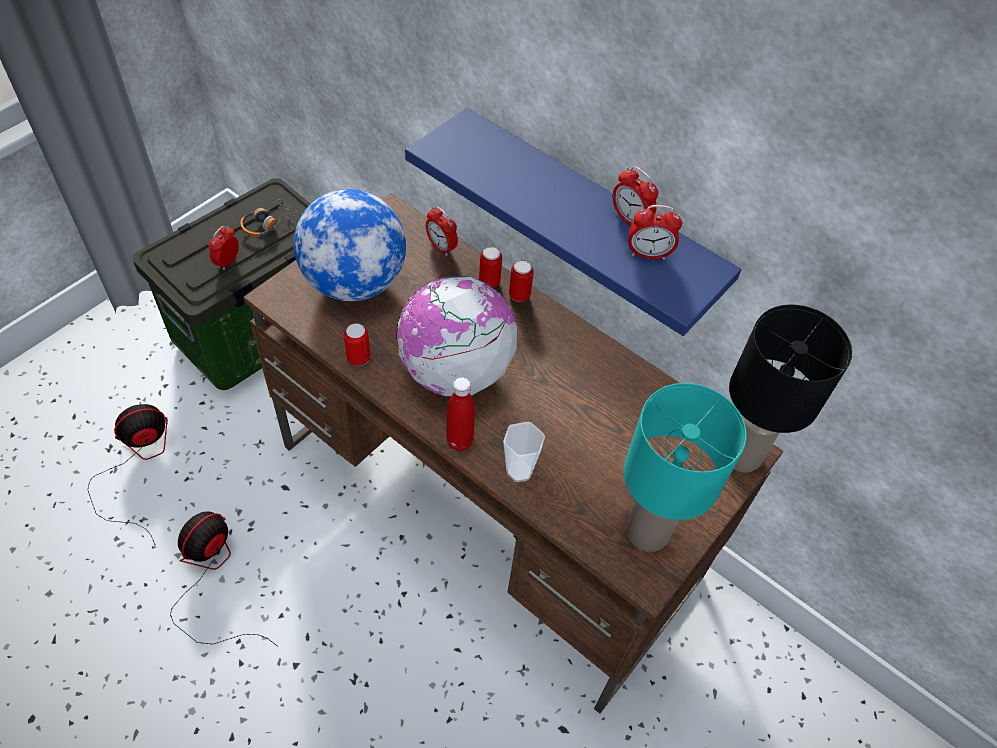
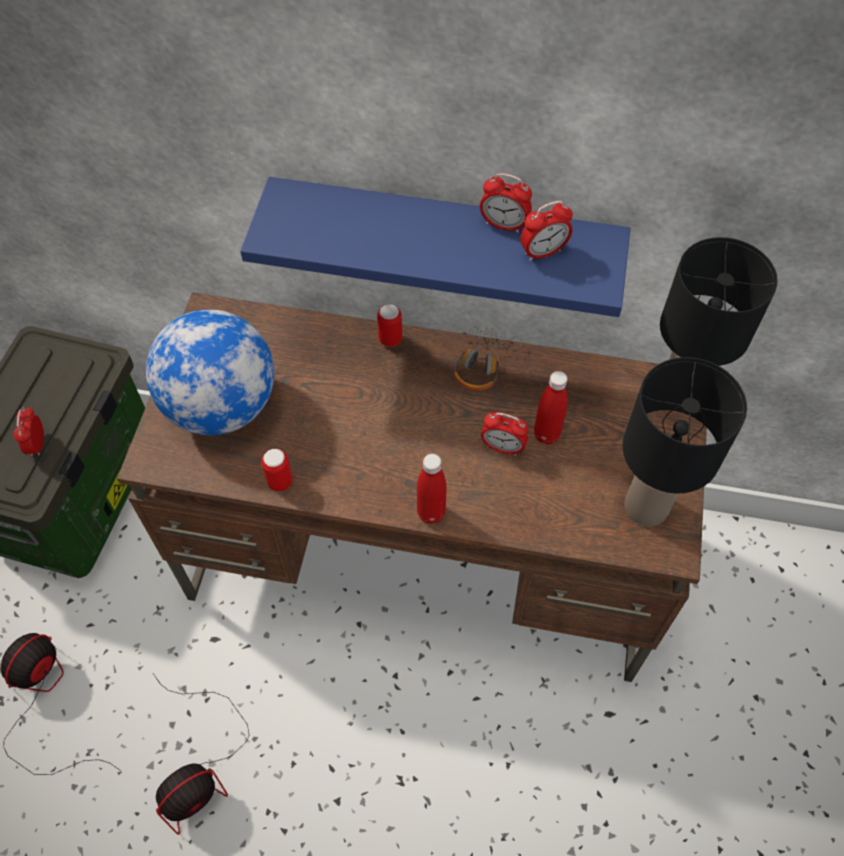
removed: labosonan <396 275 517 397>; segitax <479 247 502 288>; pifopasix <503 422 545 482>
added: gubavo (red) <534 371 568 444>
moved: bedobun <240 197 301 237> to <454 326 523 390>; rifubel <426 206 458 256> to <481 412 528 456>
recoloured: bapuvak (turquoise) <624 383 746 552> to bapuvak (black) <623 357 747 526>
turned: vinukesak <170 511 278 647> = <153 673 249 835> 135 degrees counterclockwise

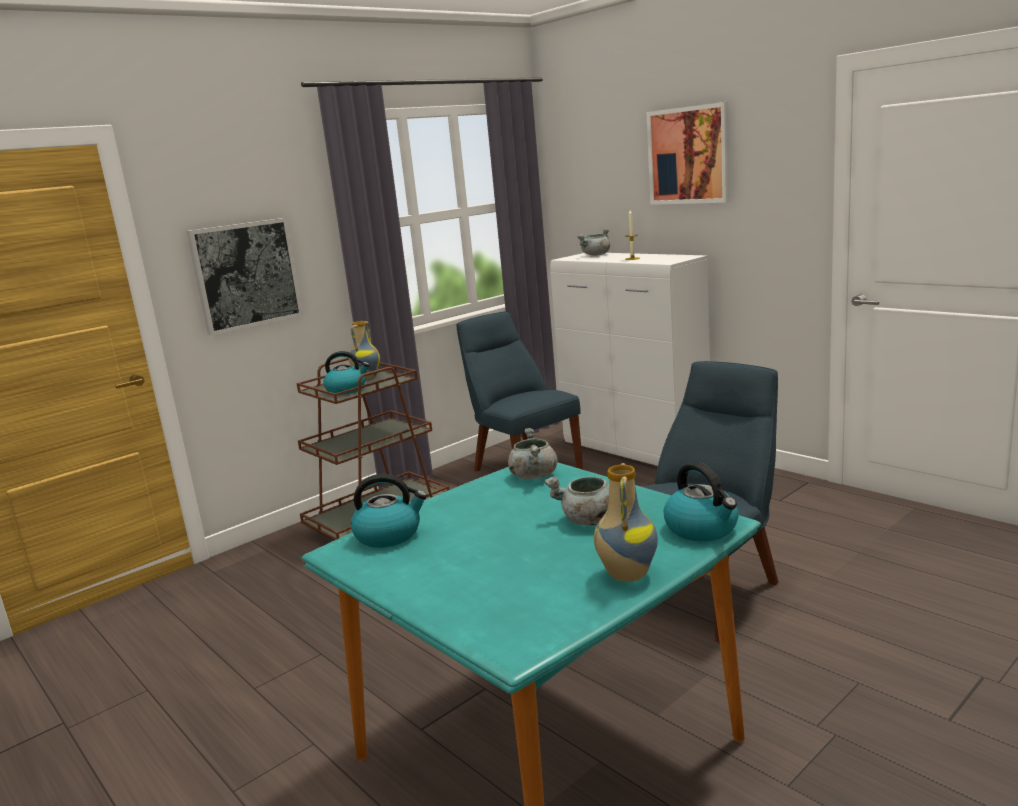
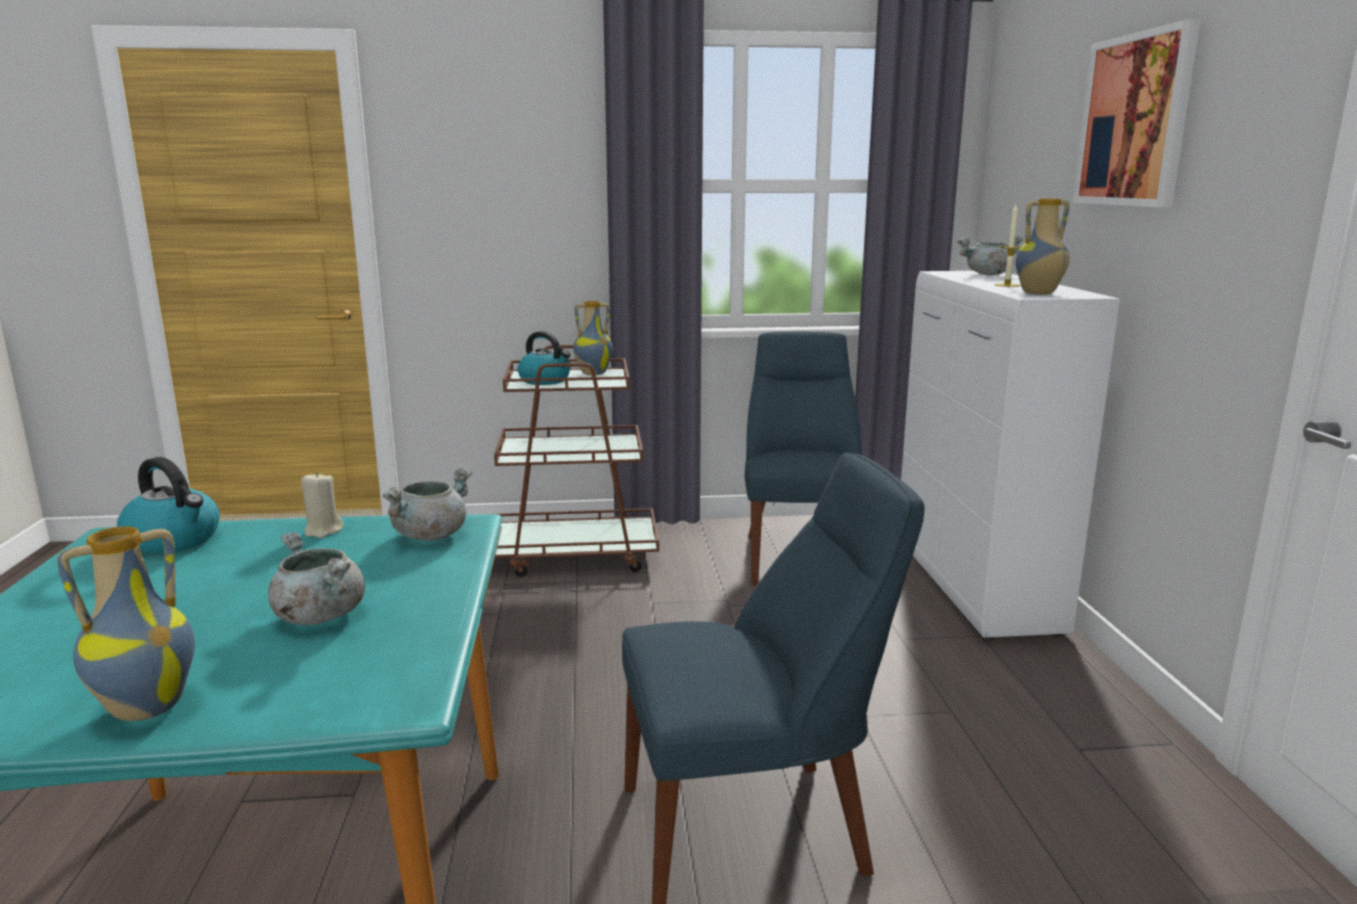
removed: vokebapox <187 218 303 335>; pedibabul <664 462 739 541>
added: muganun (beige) <301 472 344 538>; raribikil <1015 198 1070 295>

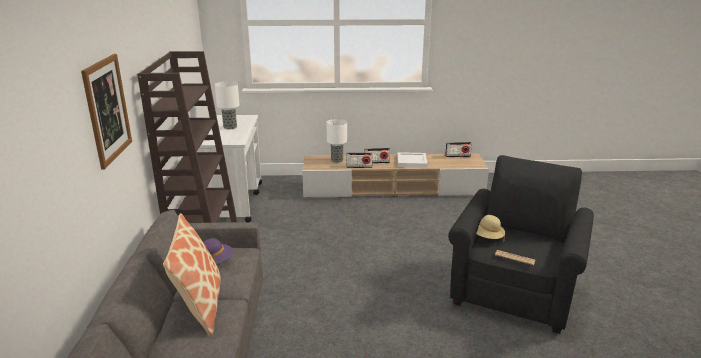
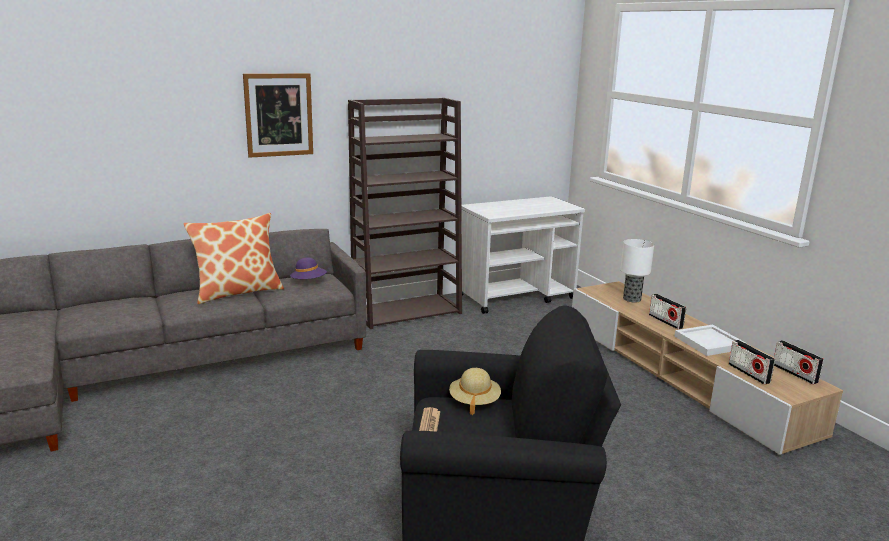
removed: bapuvak <215 81 240 129>
moved: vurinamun <346 152 373 168> to <729 340 775 384>

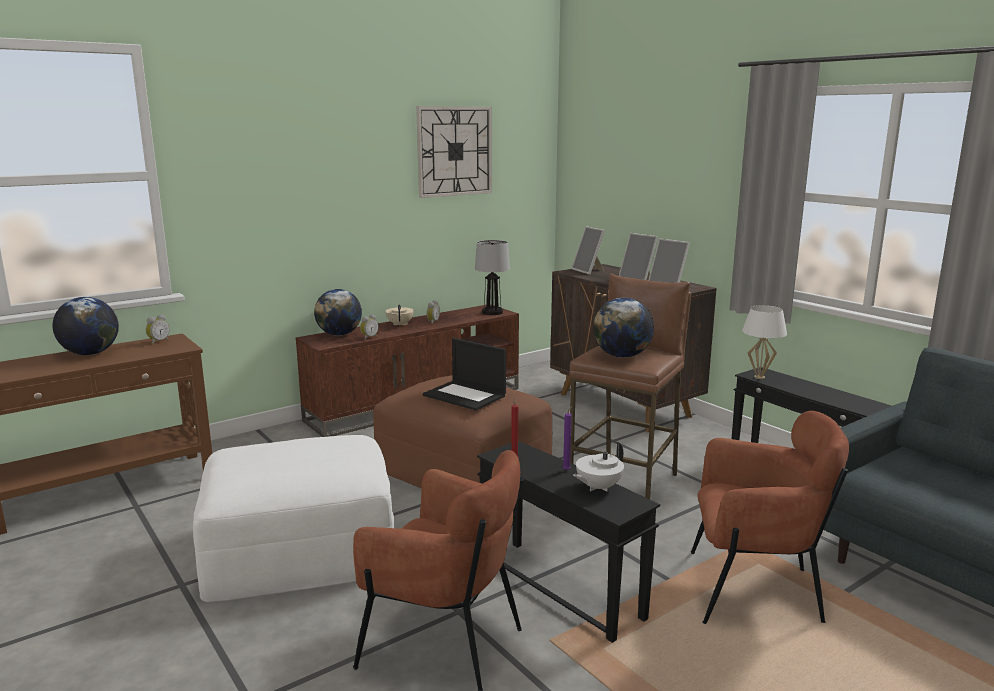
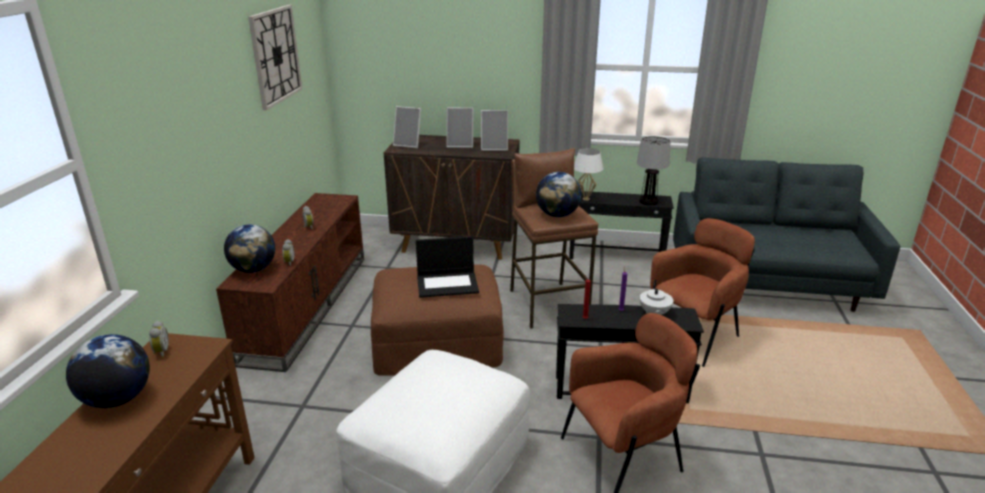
removed: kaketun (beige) <386 304 414 325>
moved: bapuvak <475 240 510 315> to <637 136 670 206>

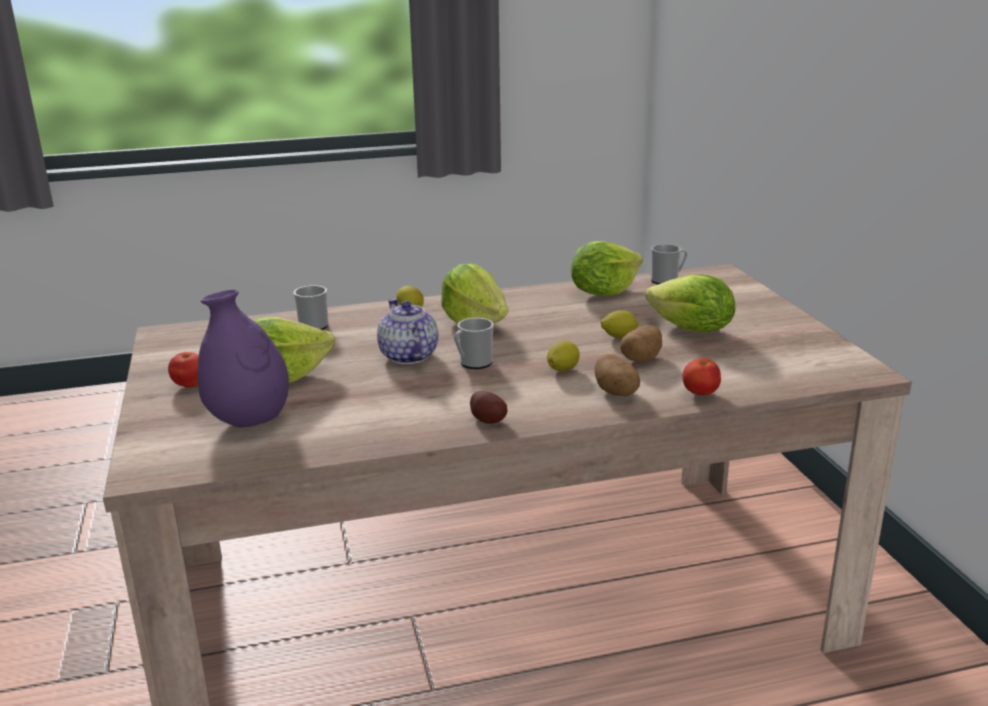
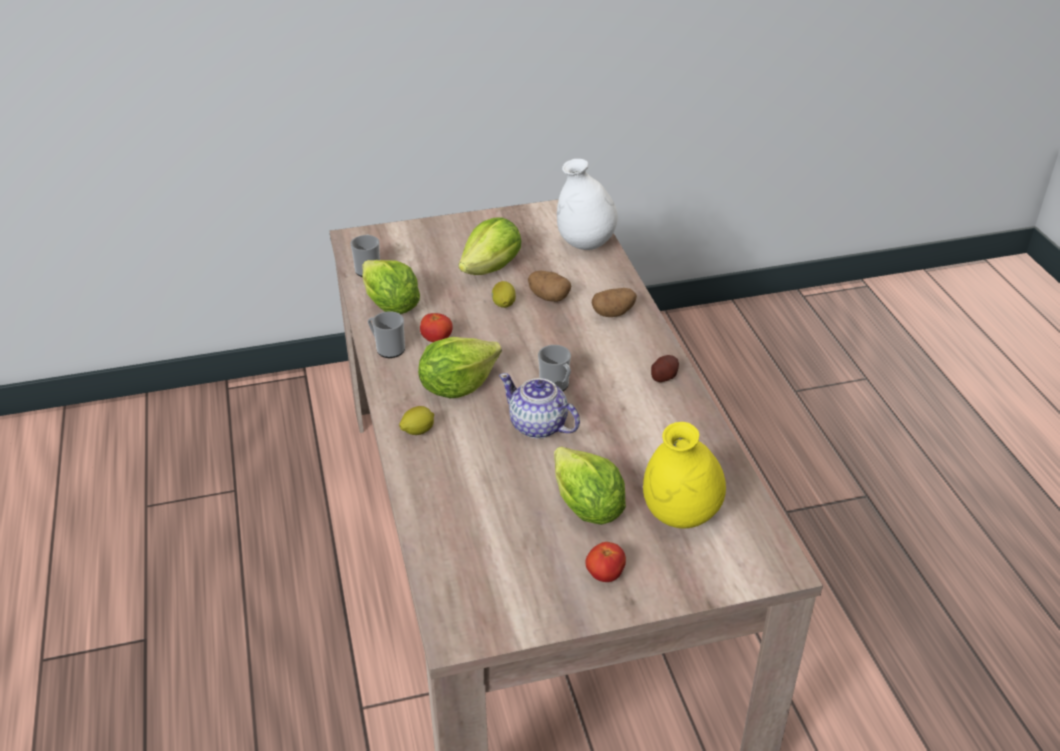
removed: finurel <547 341 580 371>
added: raribikil (white) <557 159 618 250>
moved: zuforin <294 285 329 330> to <368 311 405 358>; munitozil <682 358 721 395> to <420 313 453 342>
recoloured: raribikil (purple) <197 289 289 428> to raribikil (yellow) <643 422 726 528>
turned: kaketun <377 299 438 364> = <499 373 580 439> 60 degrees clockwise

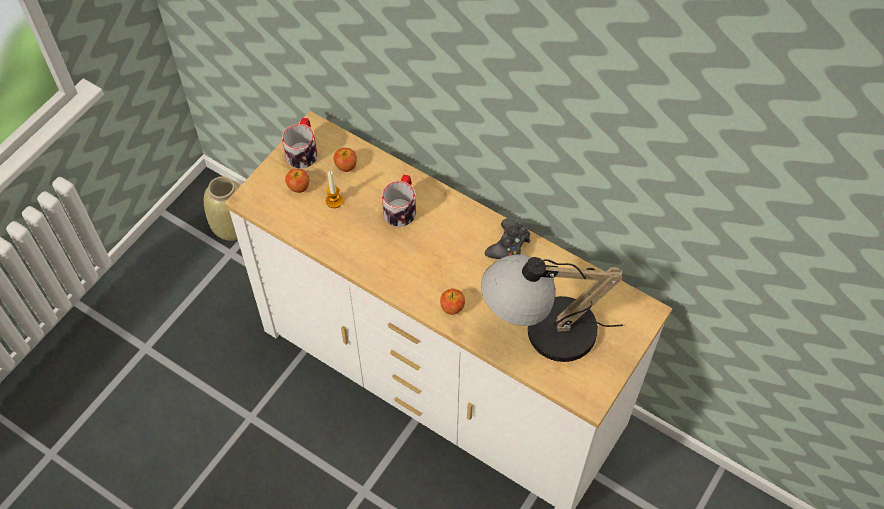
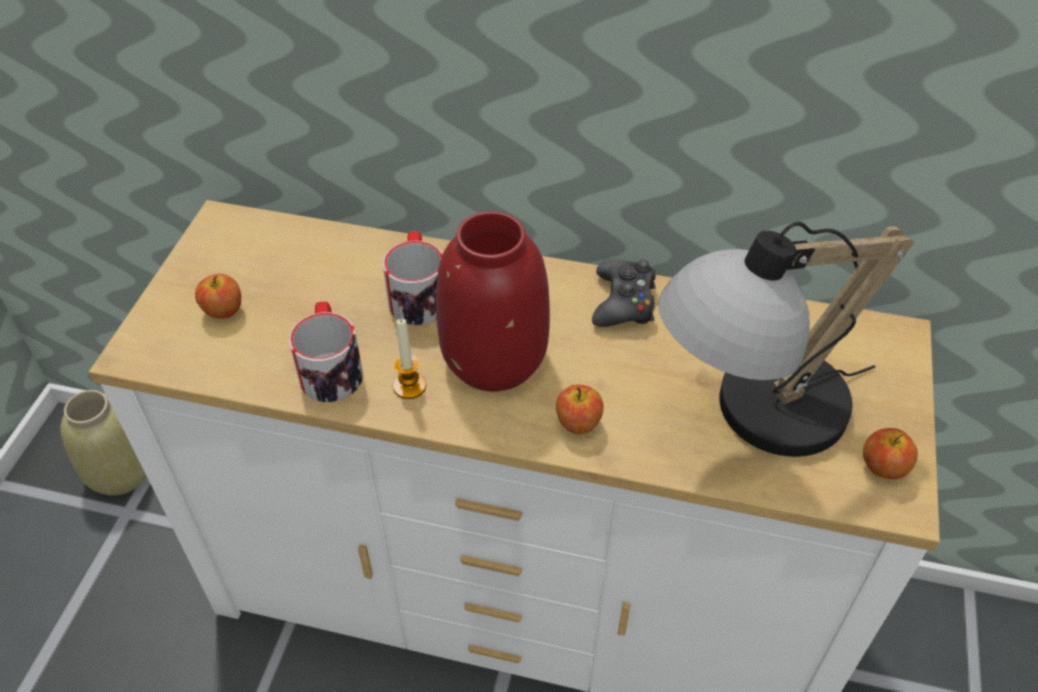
added: raribikil (red) <436 211 550 391>
moved: zuforin <282 118 318 169> to <289 301 363 402>; muganun <326 171 343 208> to <393 318 426 399>; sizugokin <333 148 357 172> to <863 428 918 479>

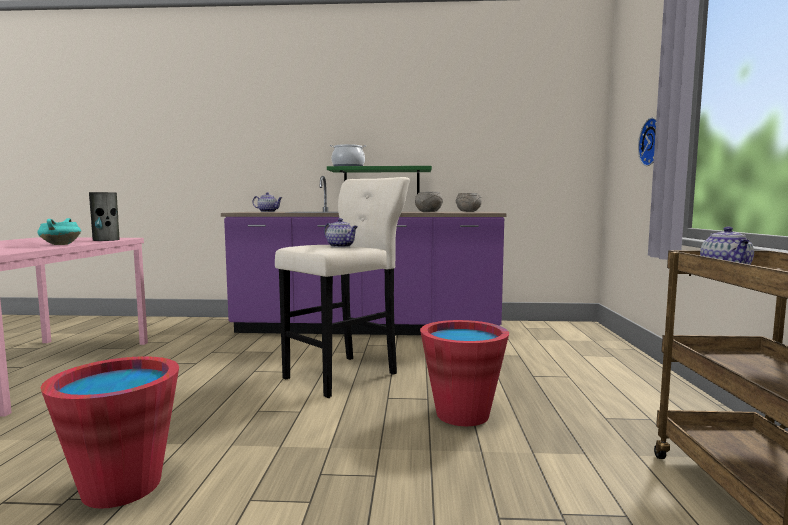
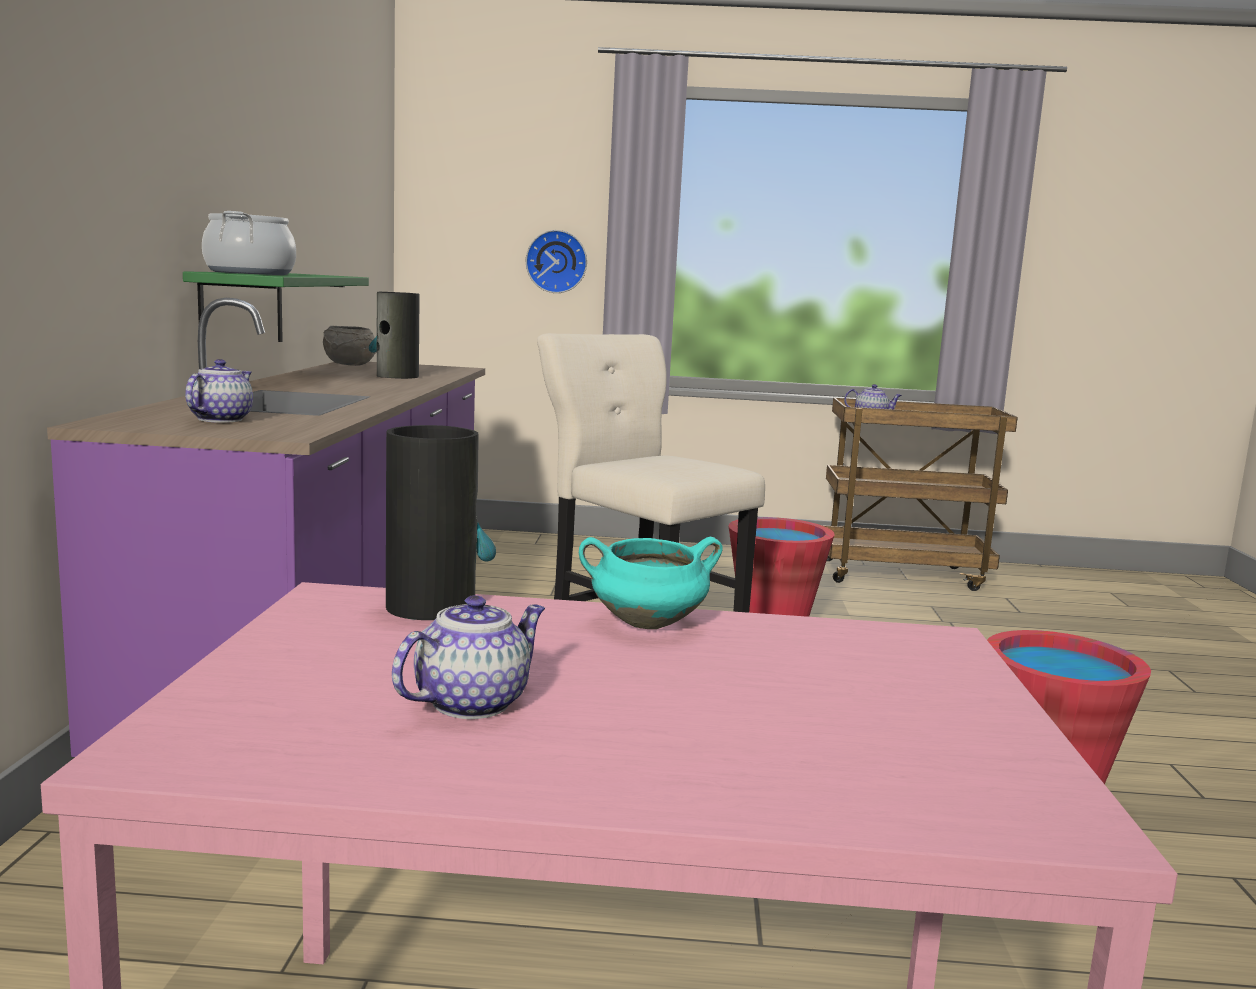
moved: kaketun <324 218 358 247> to <392 595 545 719>
replaced: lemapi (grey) <415 192 443 212> to raribikil <369 292 420 379>

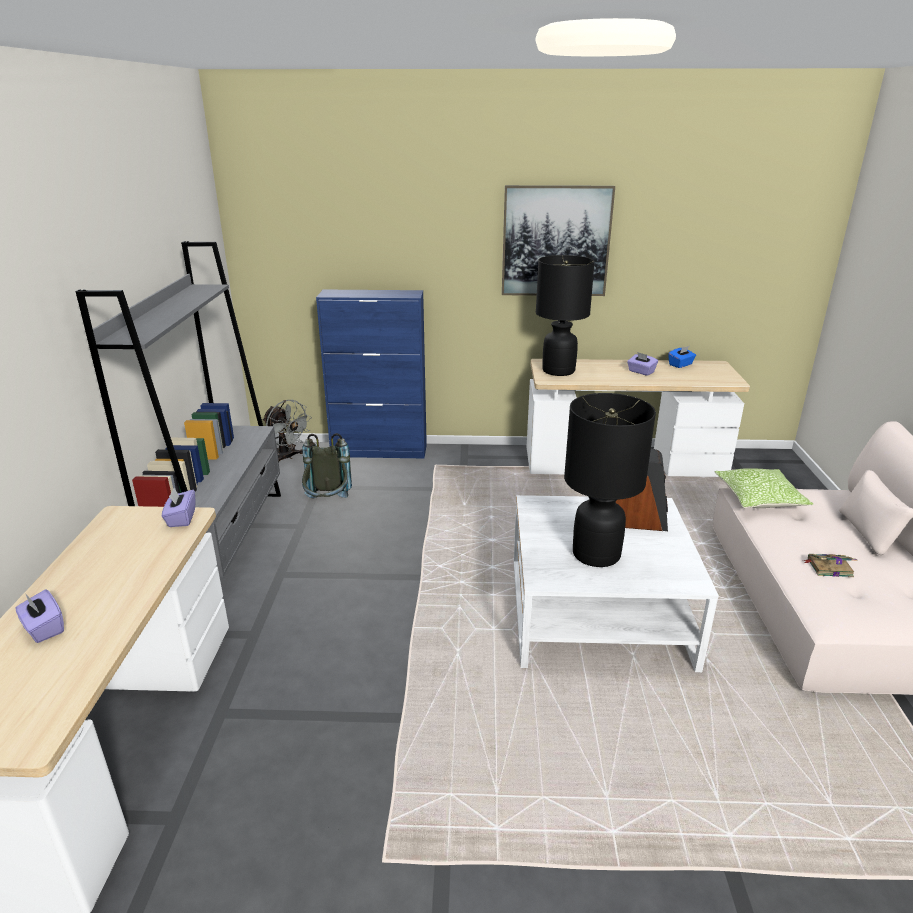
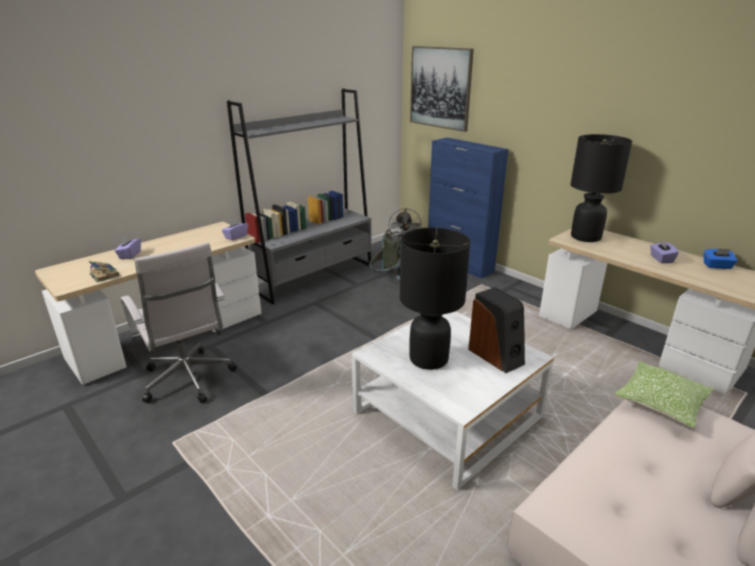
added: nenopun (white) <121 242 237 403>
moved: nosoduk <803 554 857 577> to <88 261 119 282>; vokebapox <502 185 615 296> to <410 46 474 132>

